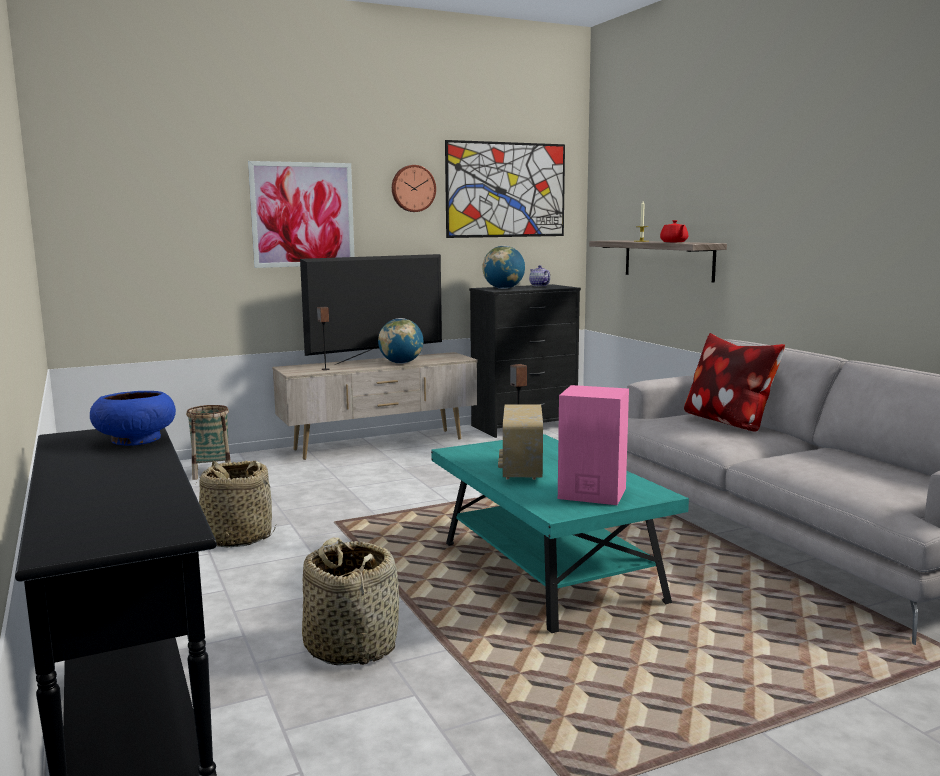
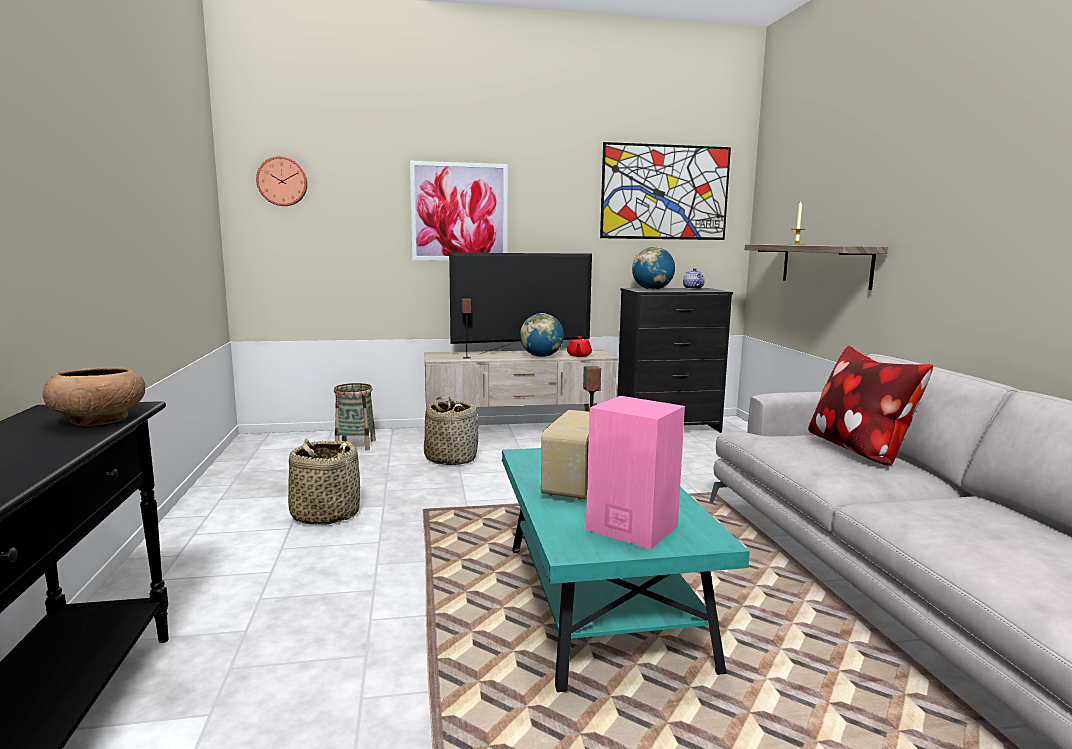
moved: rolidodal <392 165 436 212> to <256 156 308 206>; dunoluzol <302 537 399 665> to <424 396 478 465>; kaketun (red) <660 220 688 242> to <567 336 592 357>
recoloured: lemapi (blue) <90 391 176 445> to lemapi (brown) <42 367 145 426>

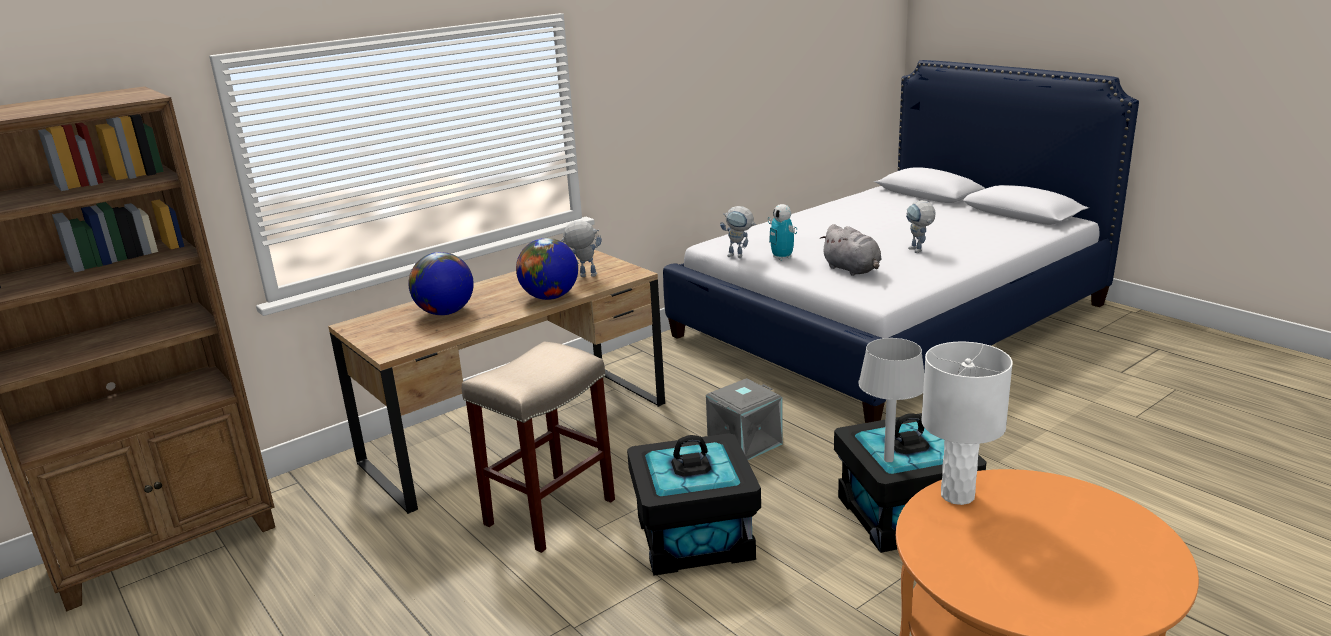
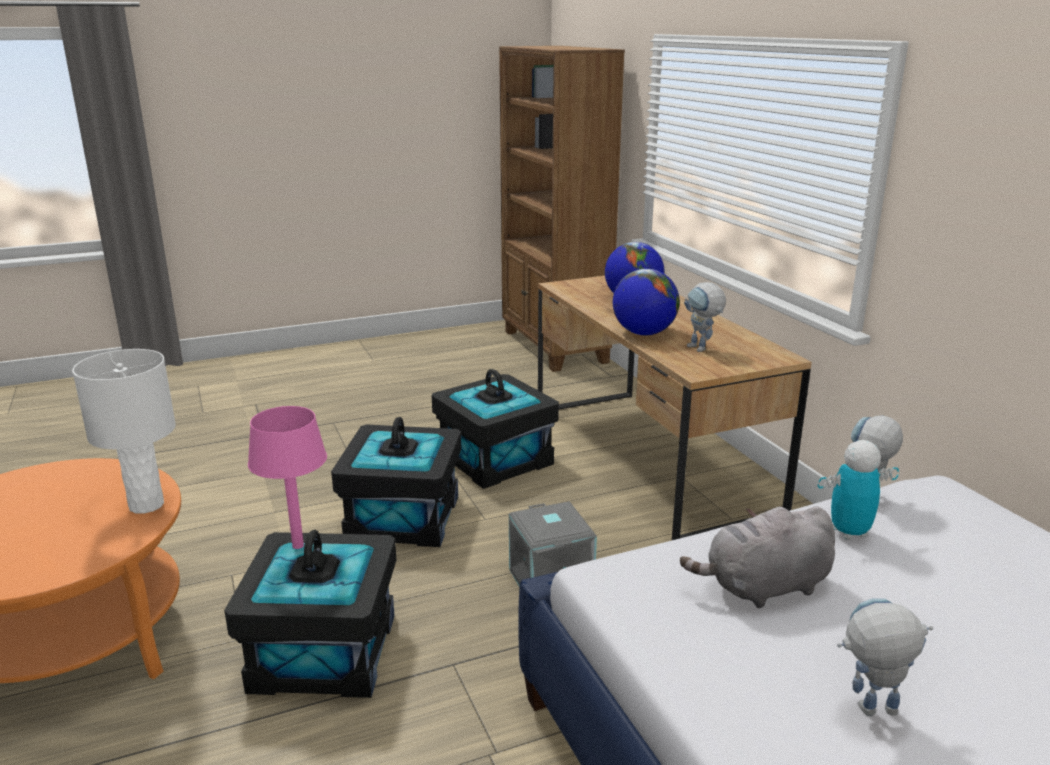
replaced: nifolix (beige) <462 341 615 553> to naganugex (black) <432 369 559 489>
recoloured: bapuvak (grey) <858 338 924 462> to bapuvak (pink) <248 406 327 549>
turned: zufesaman <560 220 602 277> = <684 282 726 352> 135 degrees clockwise

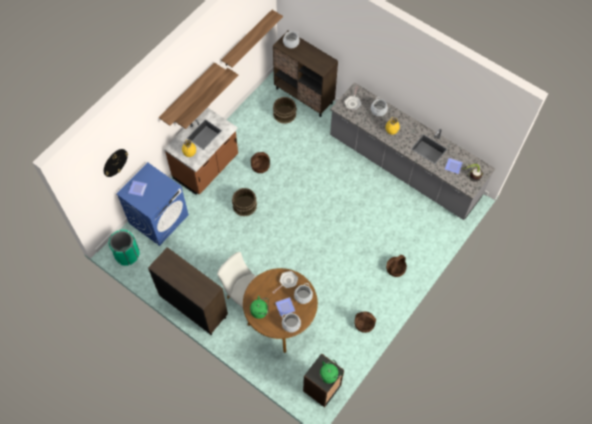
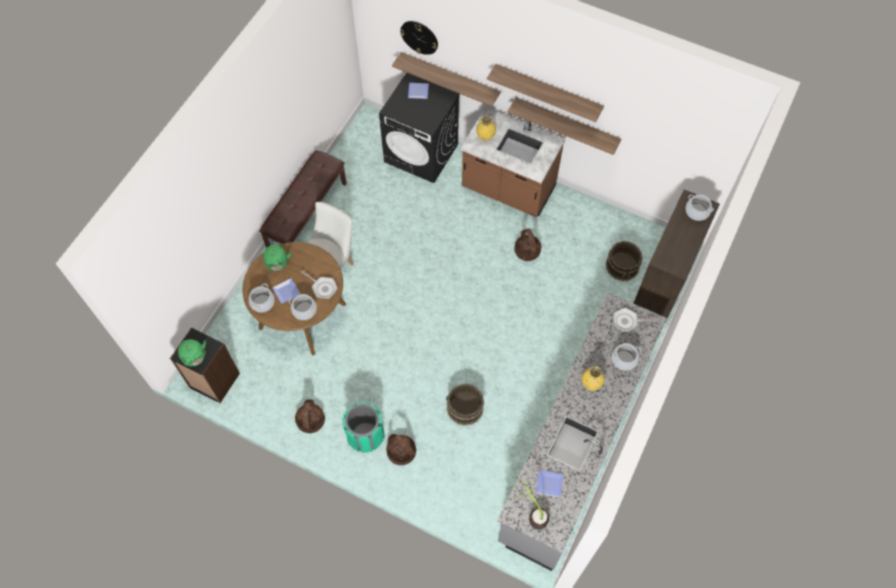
moved: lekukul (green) <109 230 140 266> to <343 402 384 453>; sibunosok <221 10 283 68> to <392 52 501 107>; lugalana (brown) <232 188 257 217> to <446 384 484 426>
replaced: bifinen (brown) <148 247 228 335> to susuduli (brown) <259 150 347 248>
recoloured: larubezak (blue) <116 162 189 246> to larubezak (black) <379 73 459 183>

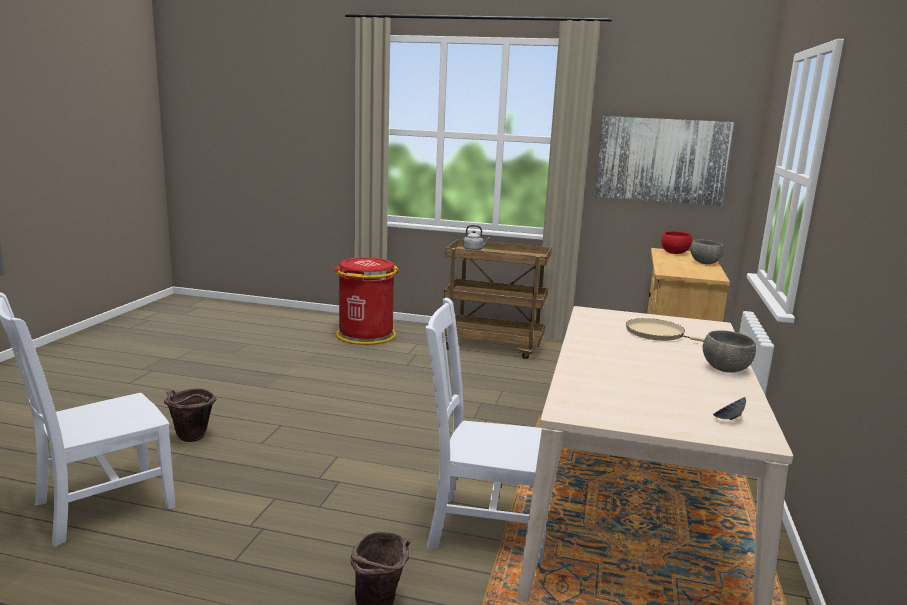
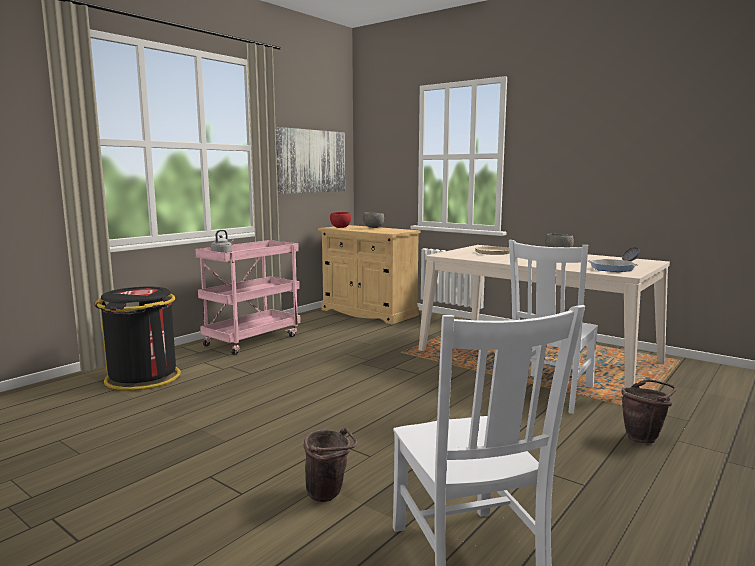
added: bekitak <587 259 639 272>
recoloured: lekukul (red) <334 257 399 345> to lekukul (black) <94 287 181 391>; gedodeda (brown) <444 239 552 359> to gedodeda (pink) <195 240 301 355>

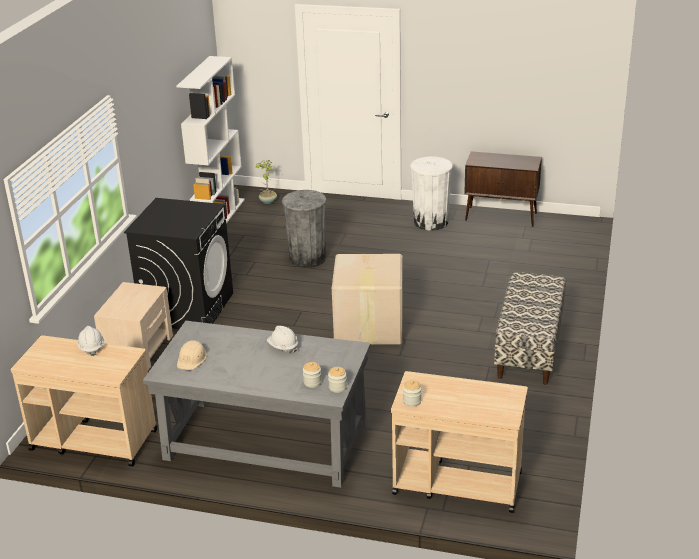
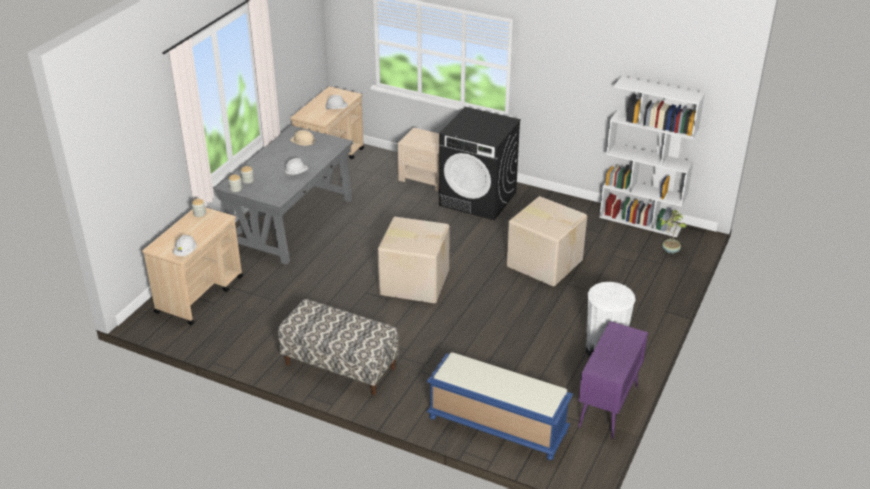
added: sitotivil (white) <173 235 197 256>; susuduli (blue) <426 352 573 460>
replaced: lekukul (grey) <282 190 327 268> to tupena <506 196 587 287>
recoloured: bifinen (brown) <464 151 542 227> to bifinen (purple) <578 321 648 439>

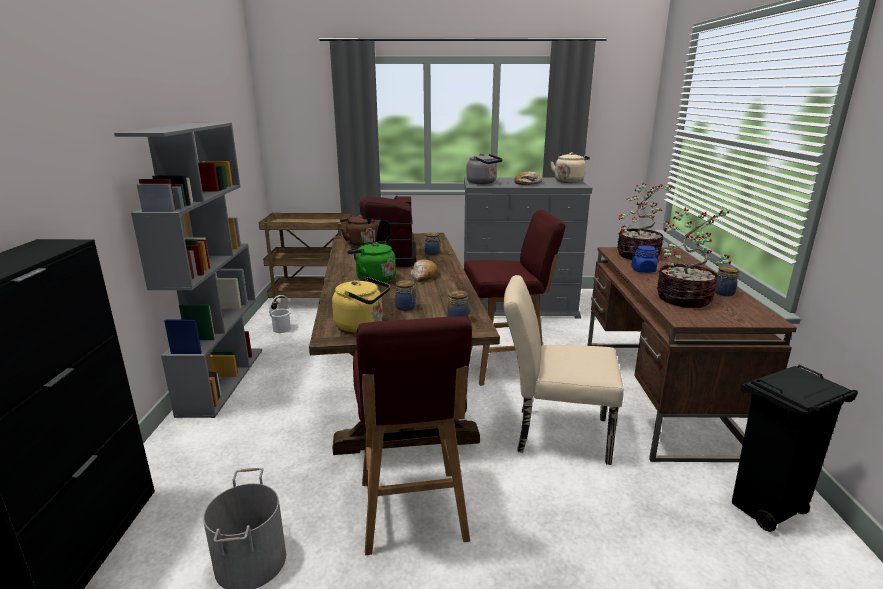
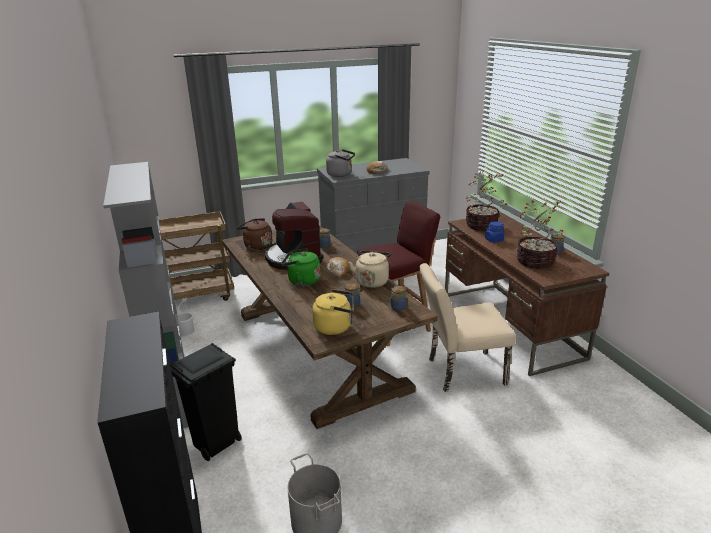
removed: nifolix (red) <353 316 472 555>
moved: lekukul (black) <732 365 858 532> to <170 343 242 461>; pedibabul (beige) <550 152 590 183> to <349 251 391 288>

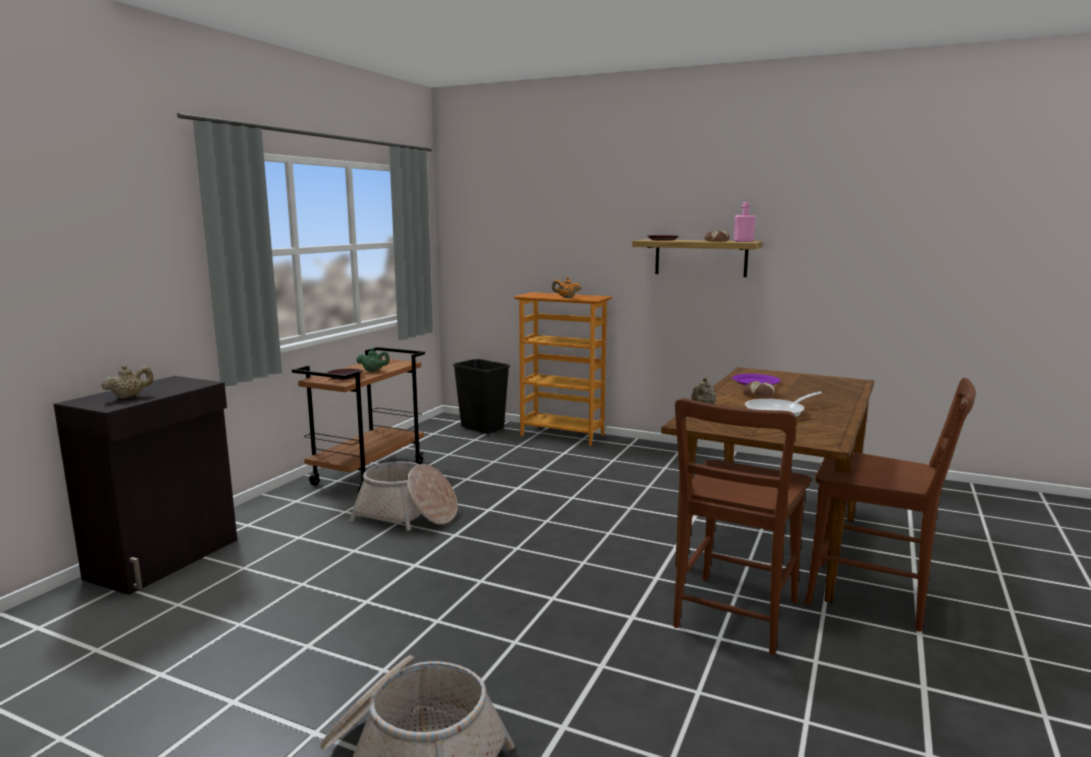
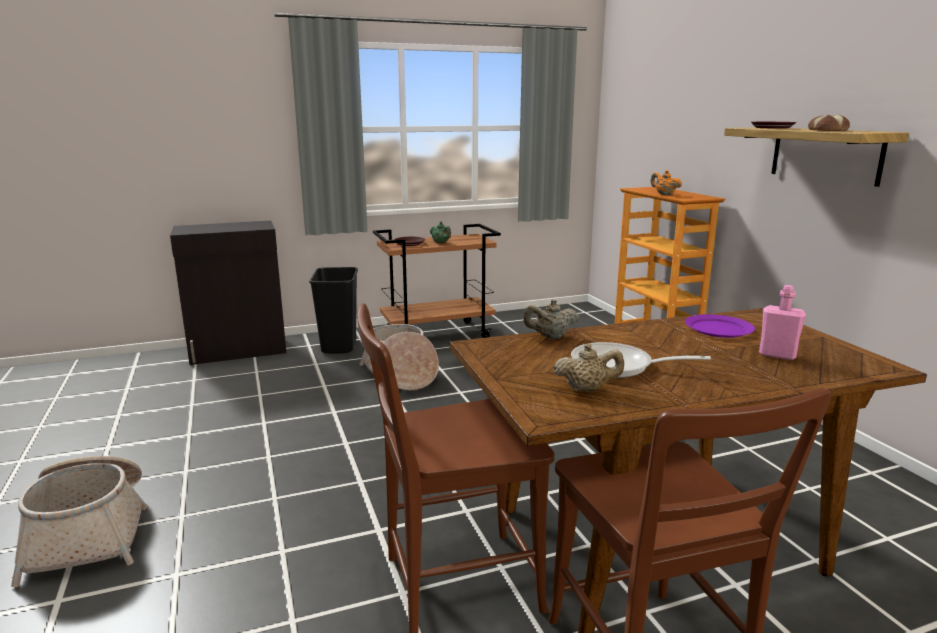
removed: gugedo <742 381 777 398>
moved: lekukul (black) <453 359 510 434> to <309 267 358 354>; kaketun (beige) <101 365 153 399> to <554 343 624 392>; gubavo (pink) <734 202 756 242> to <759 285 806 360>

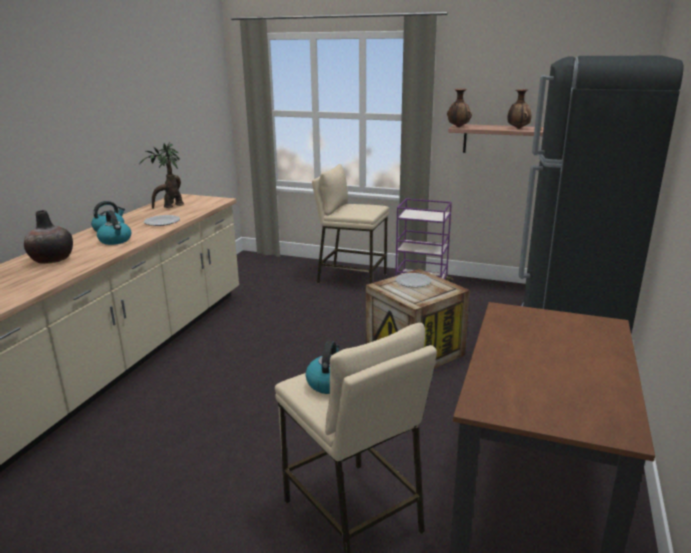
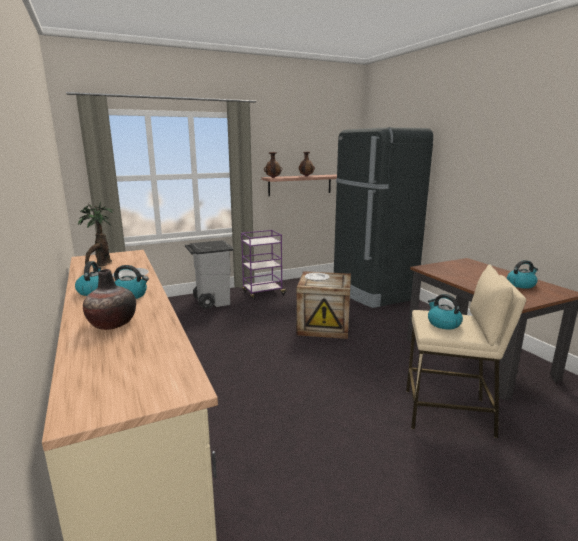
added: pedibabul <507 260 538 289>
replaced: nifolix (beige) <312 164 389 284> to lekukul (grey) <185 240 233 309>

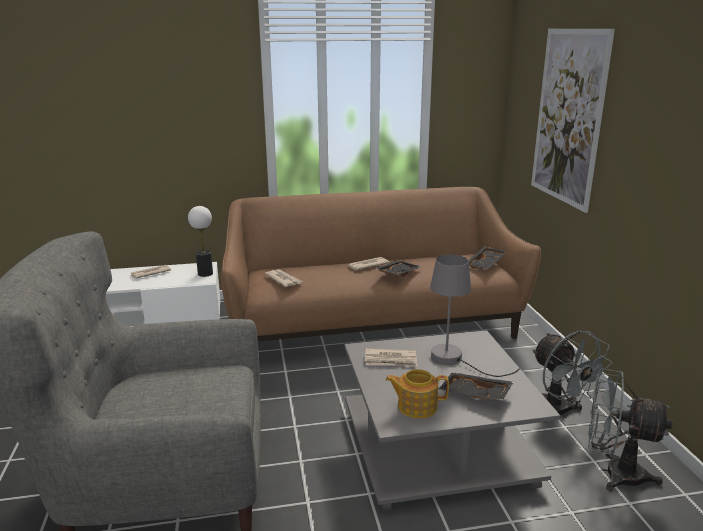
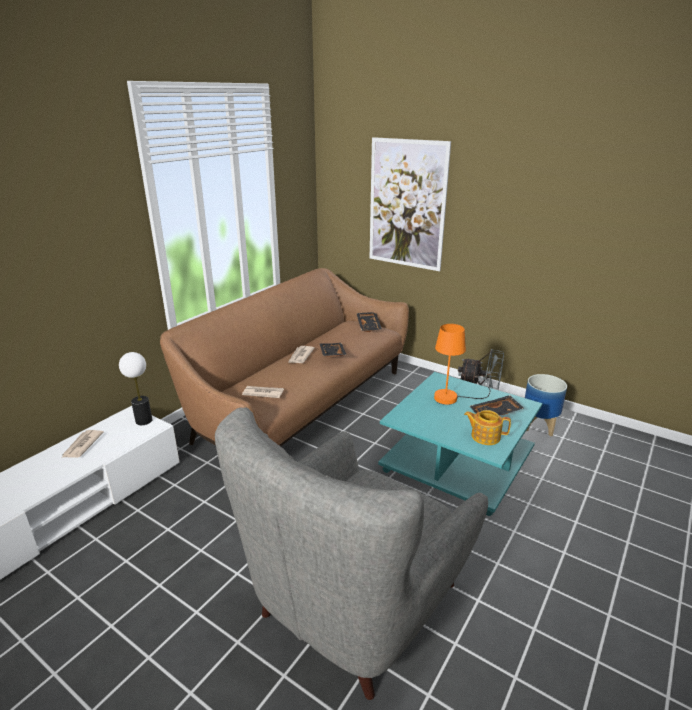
removed: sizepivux <364 348 418 367>
replaced: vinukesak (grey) <588 369 673 491> to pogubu <525 374 567 436>
recoloured: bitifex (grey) <345 330 560 511> to bitifex (turquoise) <378 372 542 516>; bapuvak (grey) <430 254 520 377> to bapuvak (orange) <434 324 490 405>
turned: kaketun <386 369 449 418> = <464 410 511 445> 60 degrees clockwise

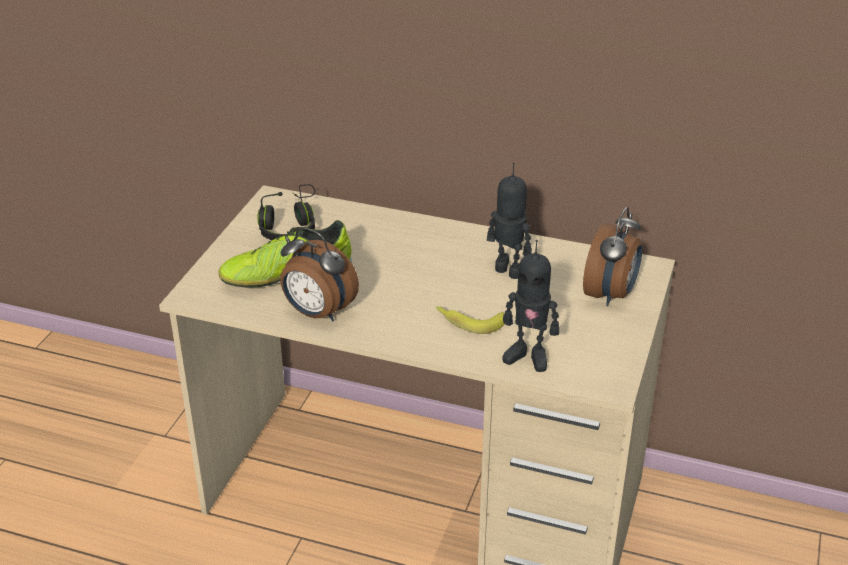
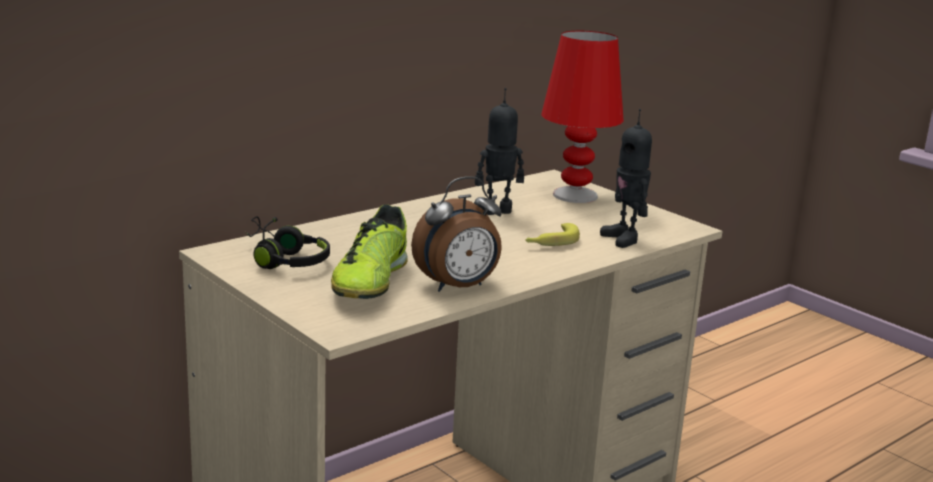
replaced: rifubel <583 207 642 306> to bapuvak (red) <541 31 624 203>
turned: zufesaman <502 240 559 372> = <600 109 652 248> 105 degrees clockwise

